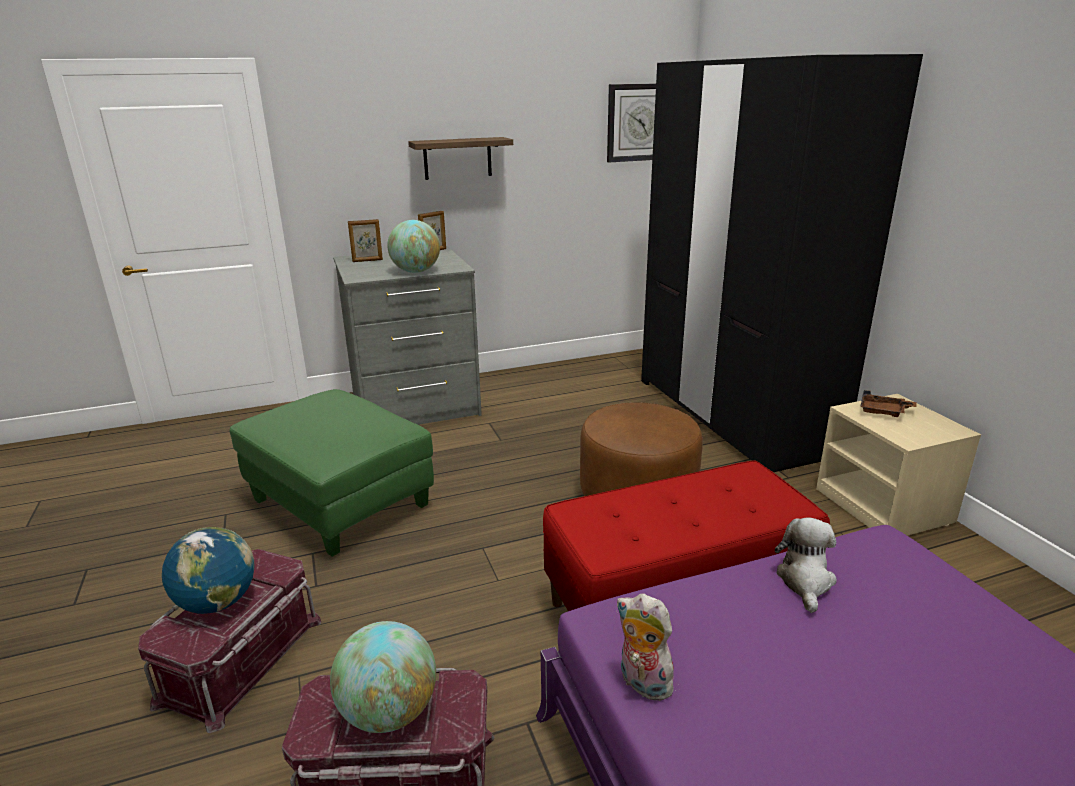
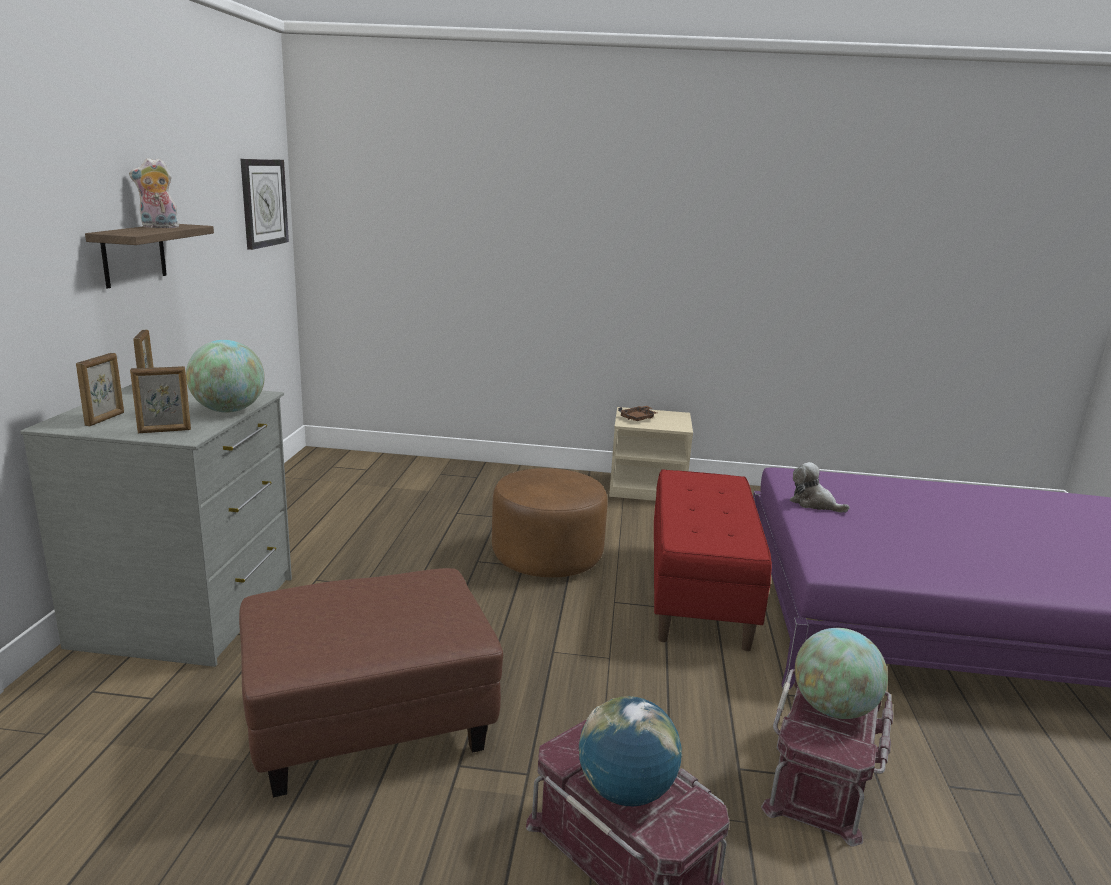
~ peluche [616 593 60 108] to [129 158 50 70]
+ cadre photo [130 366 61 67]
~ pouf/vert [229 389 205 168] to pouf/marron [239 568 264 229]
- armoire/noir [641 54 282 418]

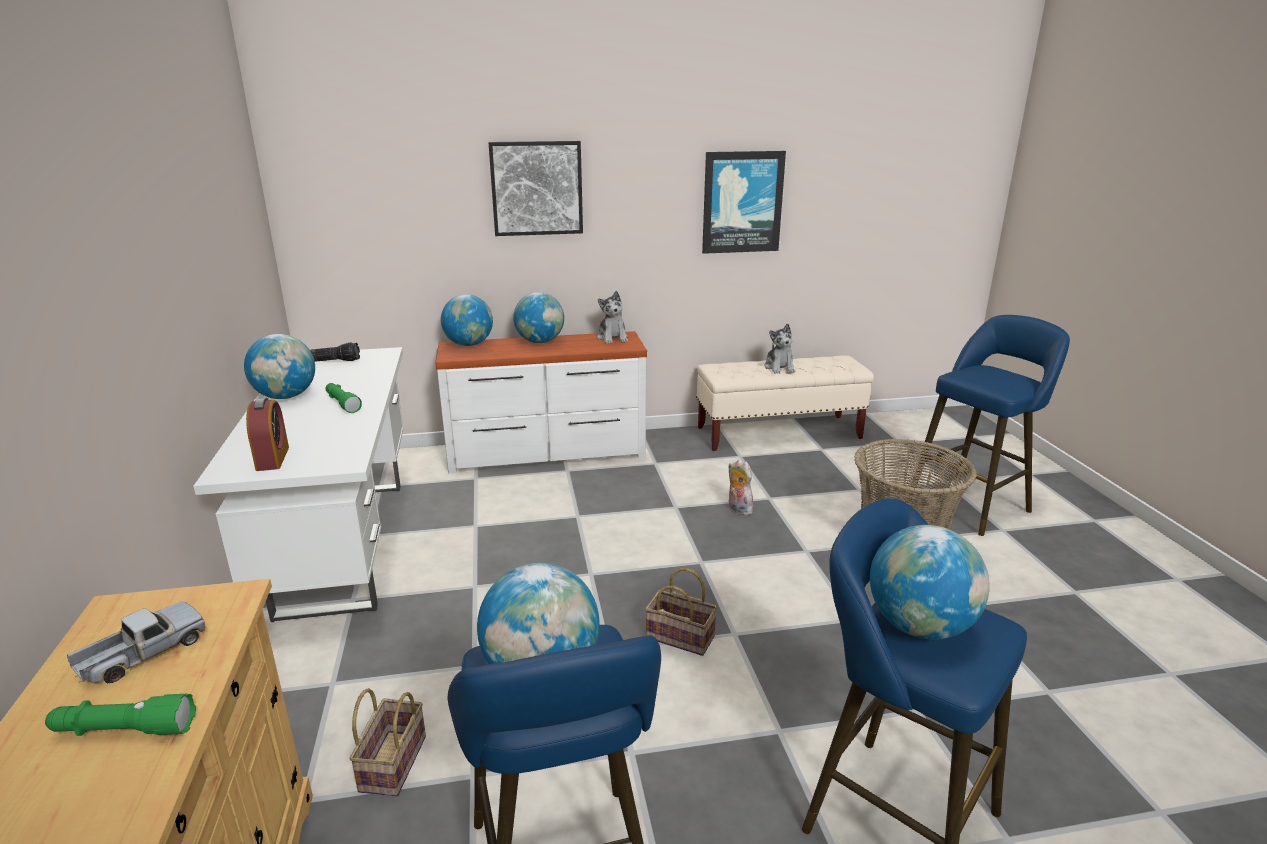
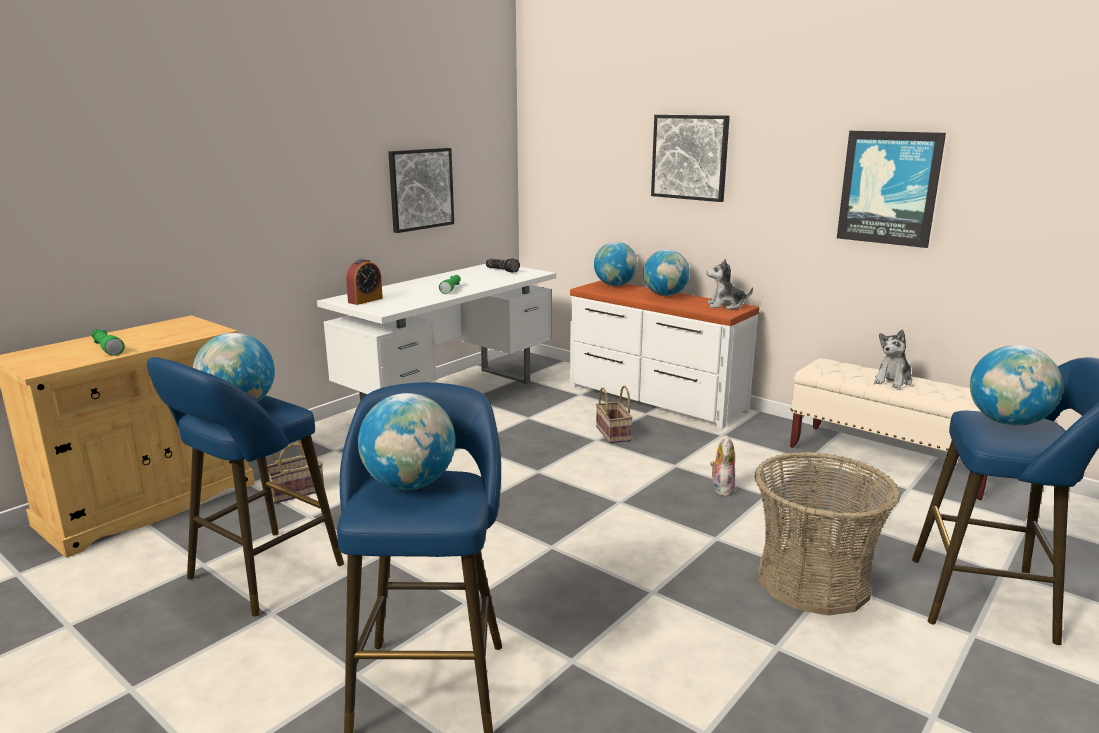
+ tableau [388 148 66 85]
~ panier [645 568 72 88] to [596 386 37 57]
~ peluche [597 291 31 53] = [707 259 46 50] 60 degrees clockwise
~ globe [244 334 71 65] to [970 345 93 81]
- camion jouet [67 601 139 82]

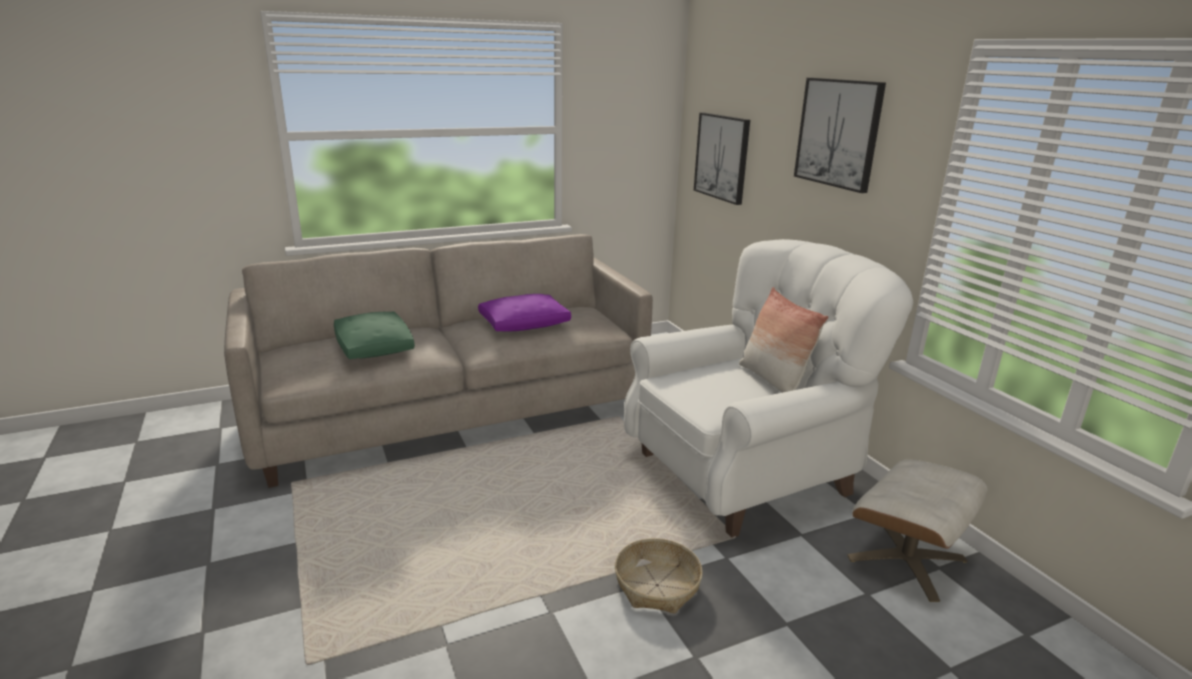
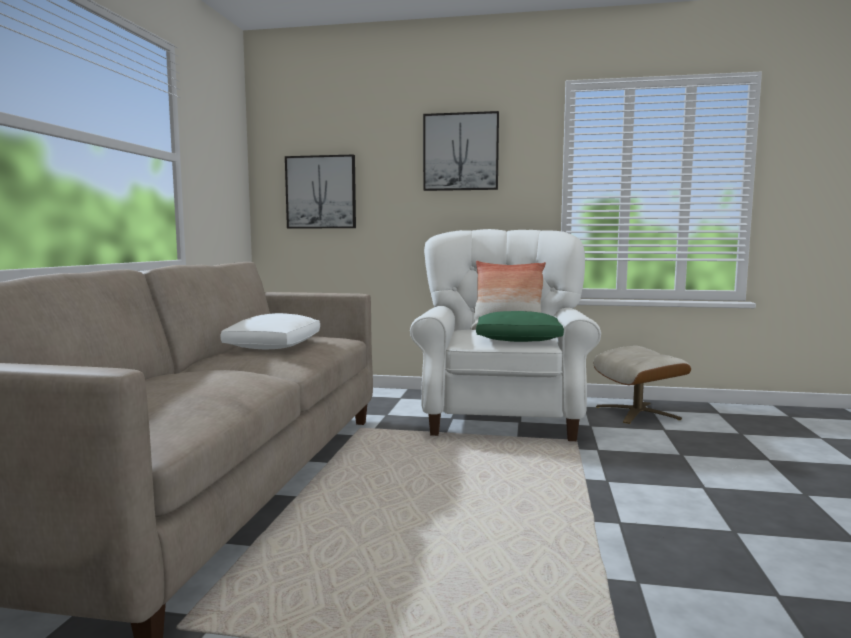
~ coussin/violet [478 294 93 38] to coussin/blanc [220 313 100 36]
~ coussin/vert [334 312 81 47] to [476 311 88 31]
- panier [615 538 88 76]

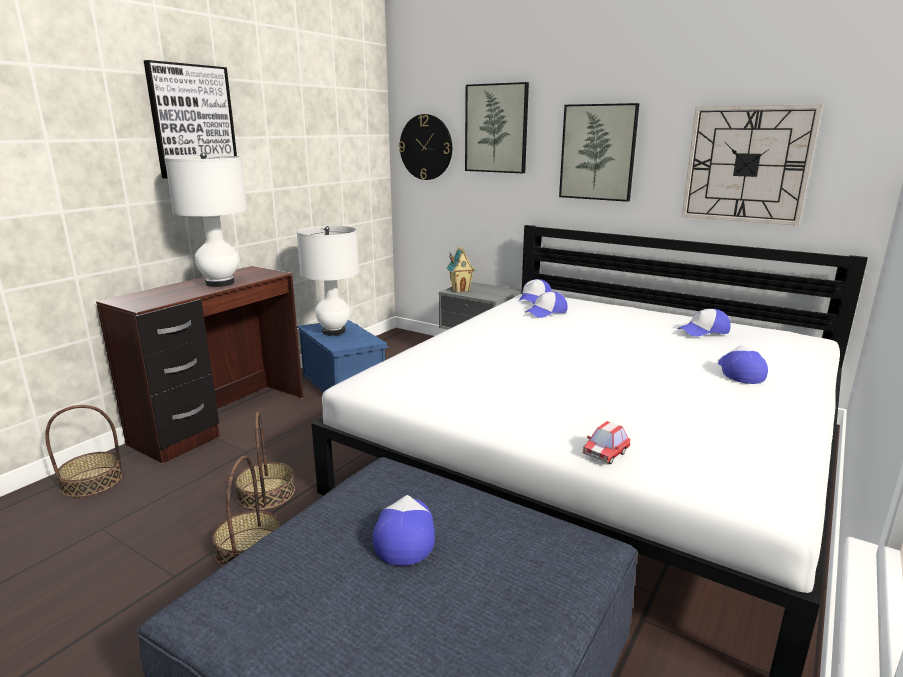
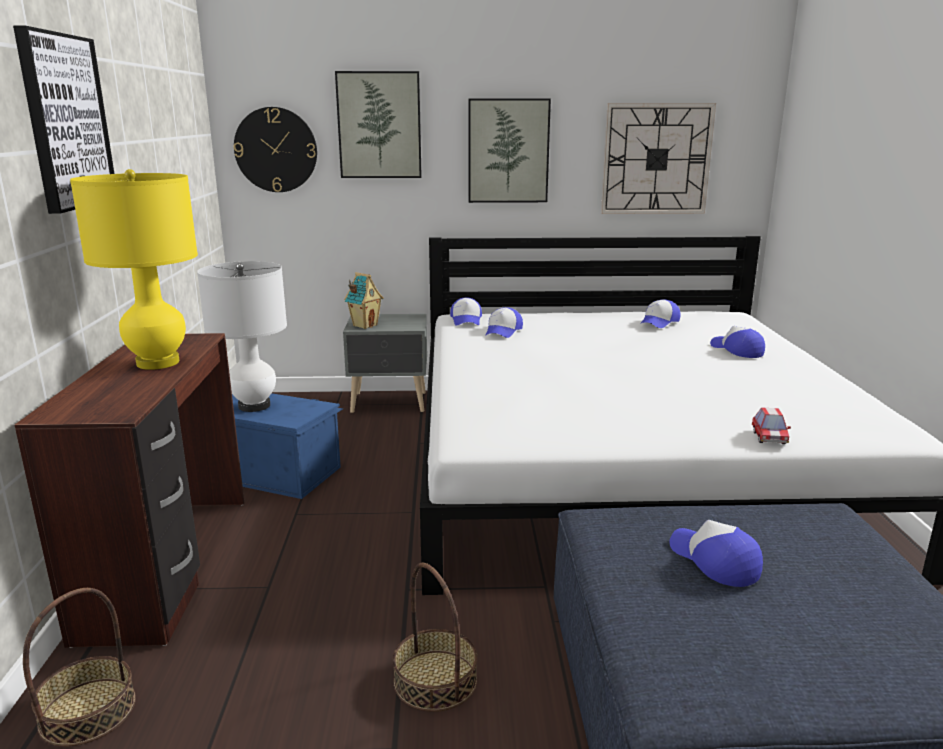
~ lampe de table/blanc [165 152 82 135] to lampe de table/jaune [70 169 128 201]
- panier [235 412 60 98]

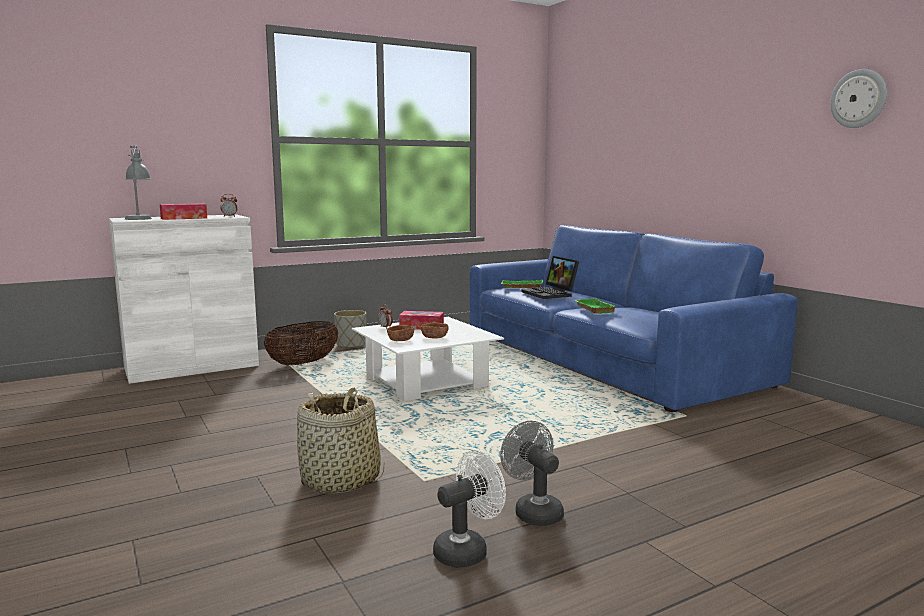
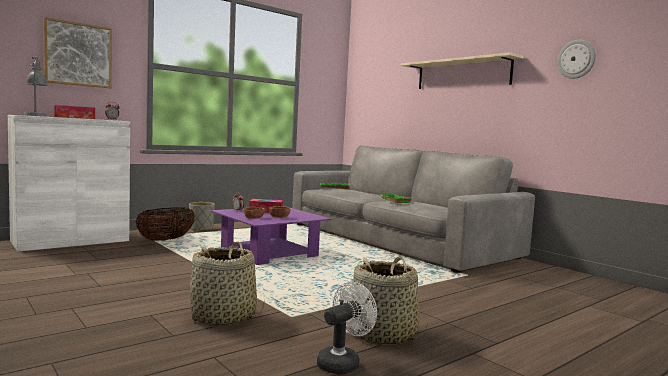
+ tableau [43 17 69 71]
~ table basse/blanc [352 317 152 84] to table basse/violet [211 206 121 59]
~ canapé/bleu [469 225 329 187] to canapé/gris [292 146 243 127]
~ ventilateur/gris [500 421 64 105] to panier [351 256 77 90]
+ étagère/beige [401 52 123 37]
- ordinateur portable [522 256 57 43]

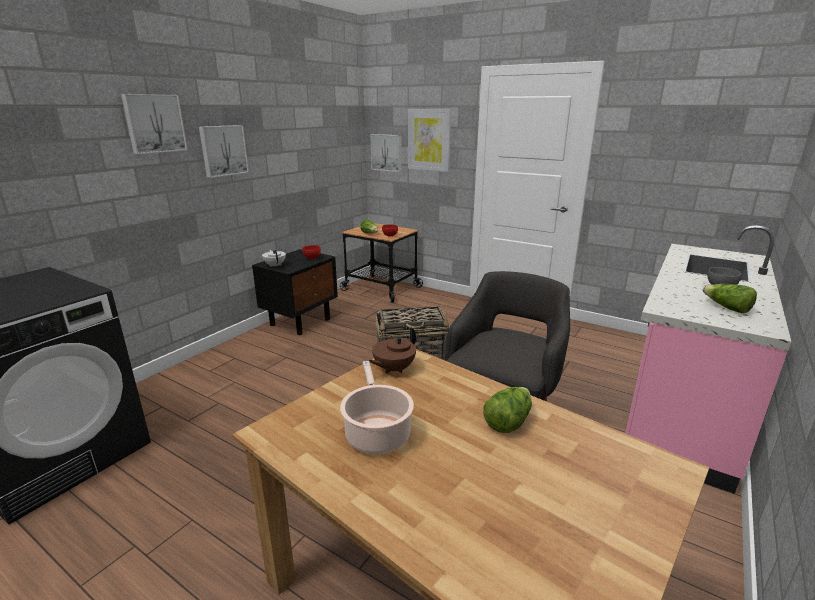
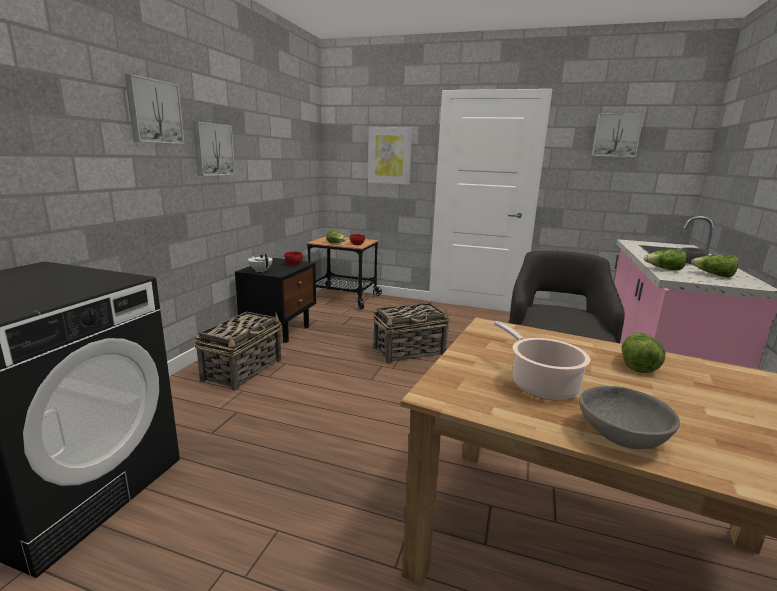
+ panier [194 312 87 79]
+ bol/gris [579 386 101 63]
~ tableau [370 134 32 38] to [592 114 52 43]
+ laitue [644 249 43 22]
- théière/marron [369 327 47 47]

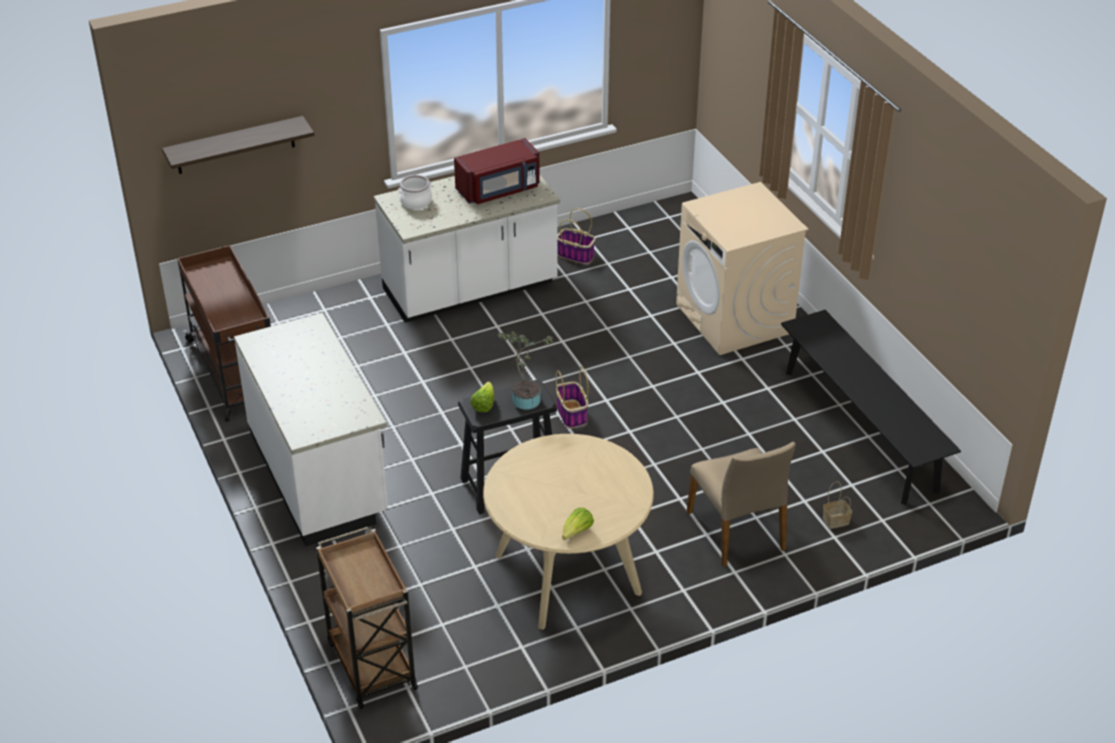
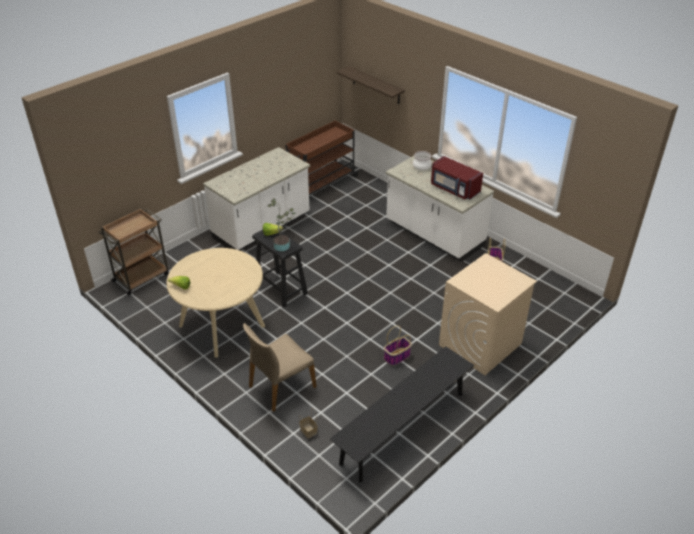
~ panier [556 366 33 63] to [384 326 28 40]

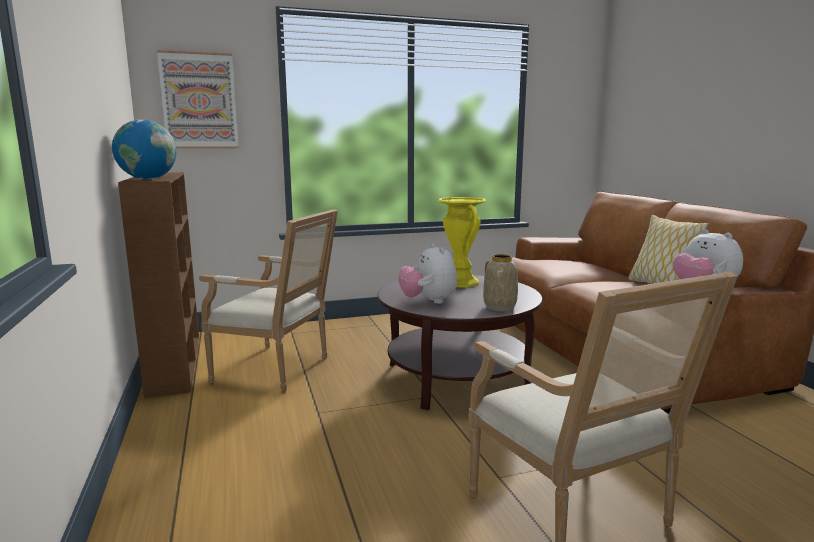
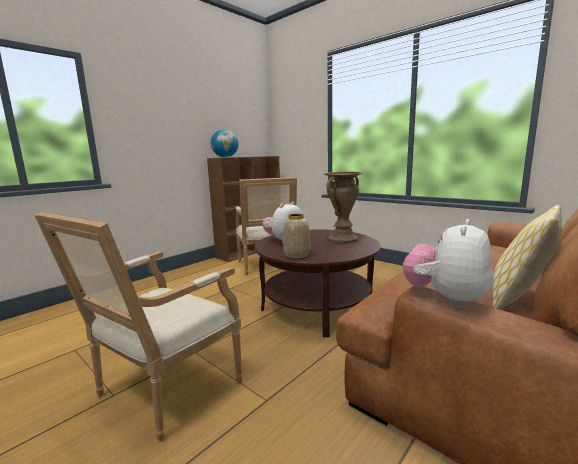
~ vase/jaune [438 197 48 91] to vase/marron [324 172 39 71]
- tableau [157 50 82 99]

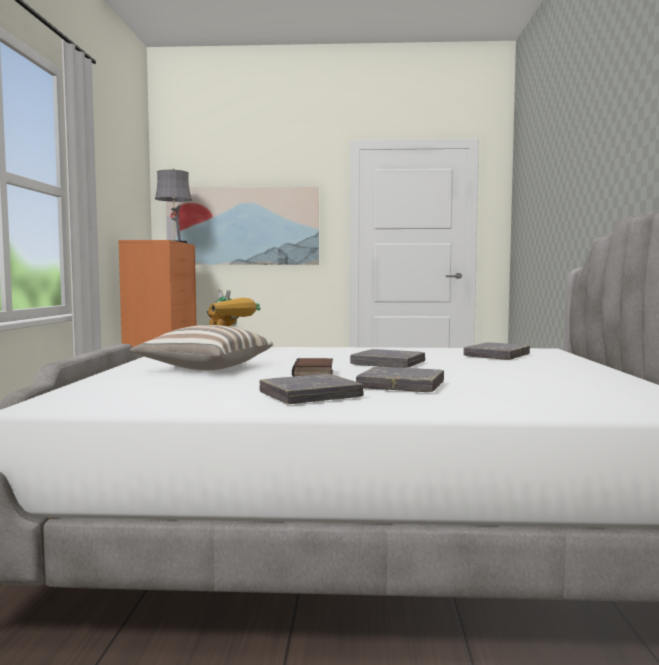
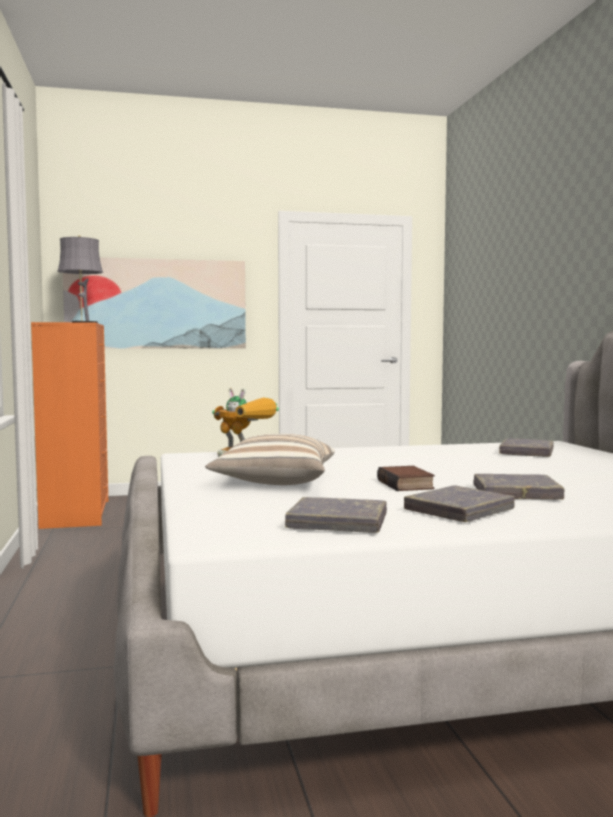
~ livre/gris [350 349 75 19] to [285 497 102 36]

